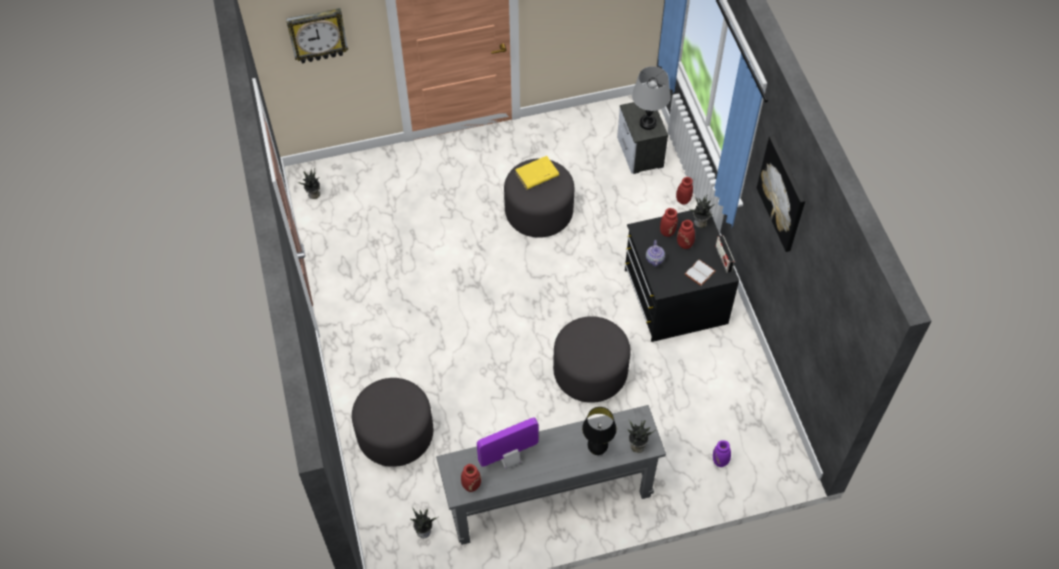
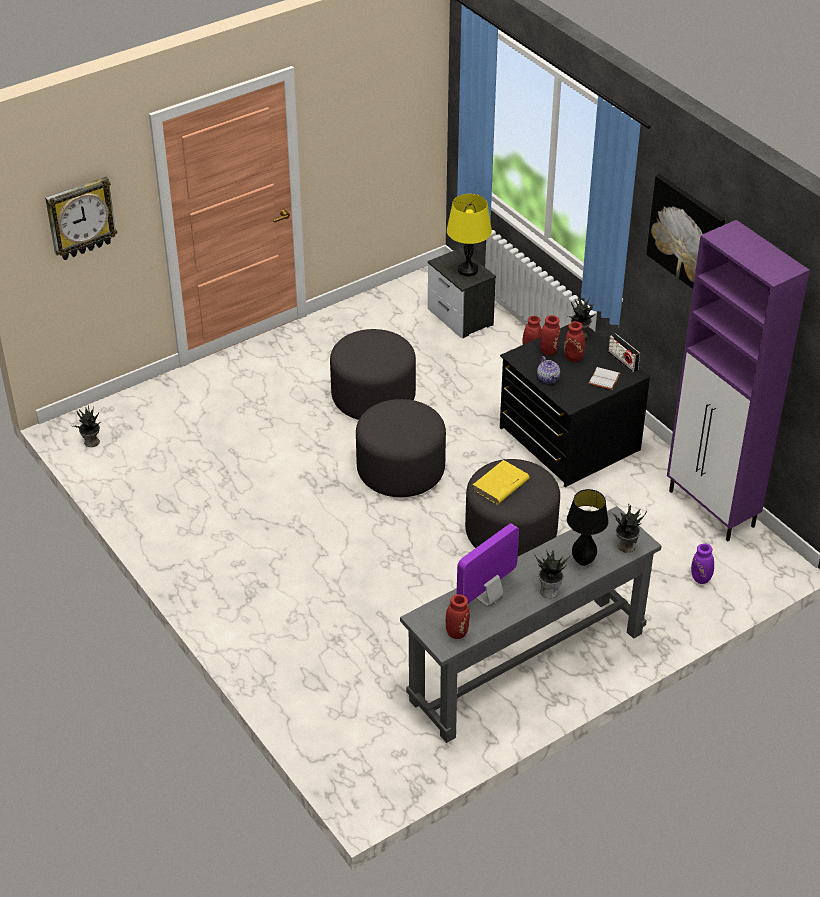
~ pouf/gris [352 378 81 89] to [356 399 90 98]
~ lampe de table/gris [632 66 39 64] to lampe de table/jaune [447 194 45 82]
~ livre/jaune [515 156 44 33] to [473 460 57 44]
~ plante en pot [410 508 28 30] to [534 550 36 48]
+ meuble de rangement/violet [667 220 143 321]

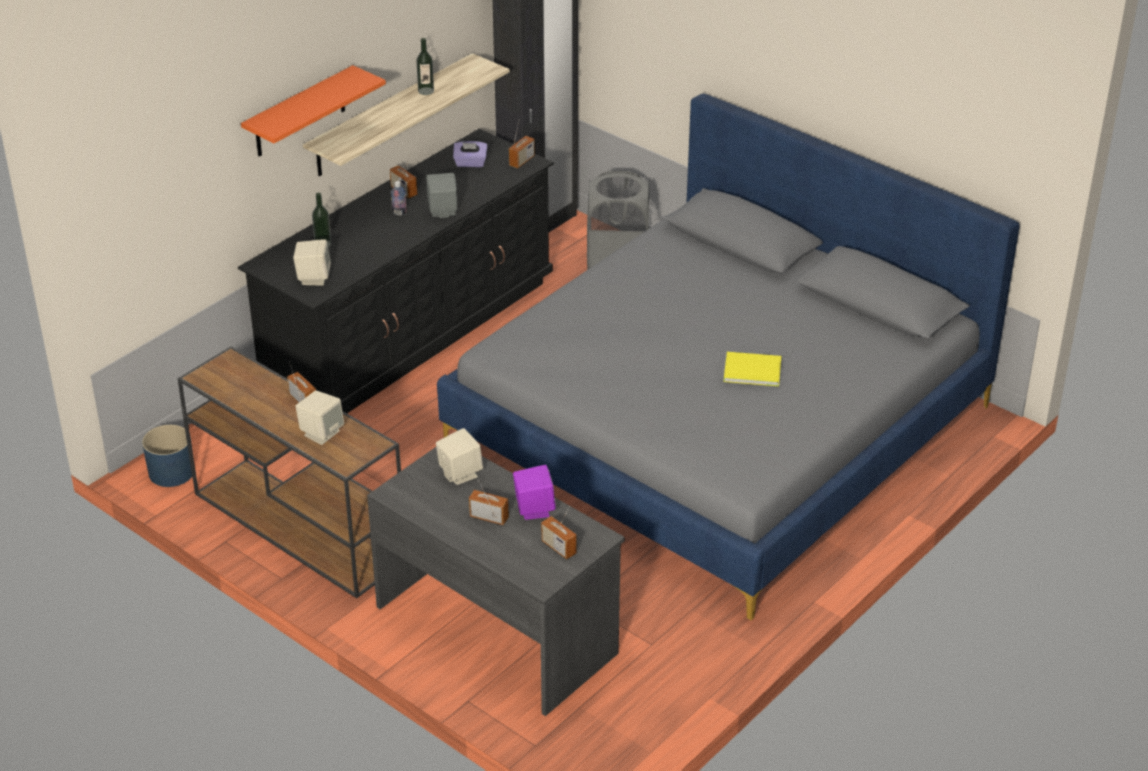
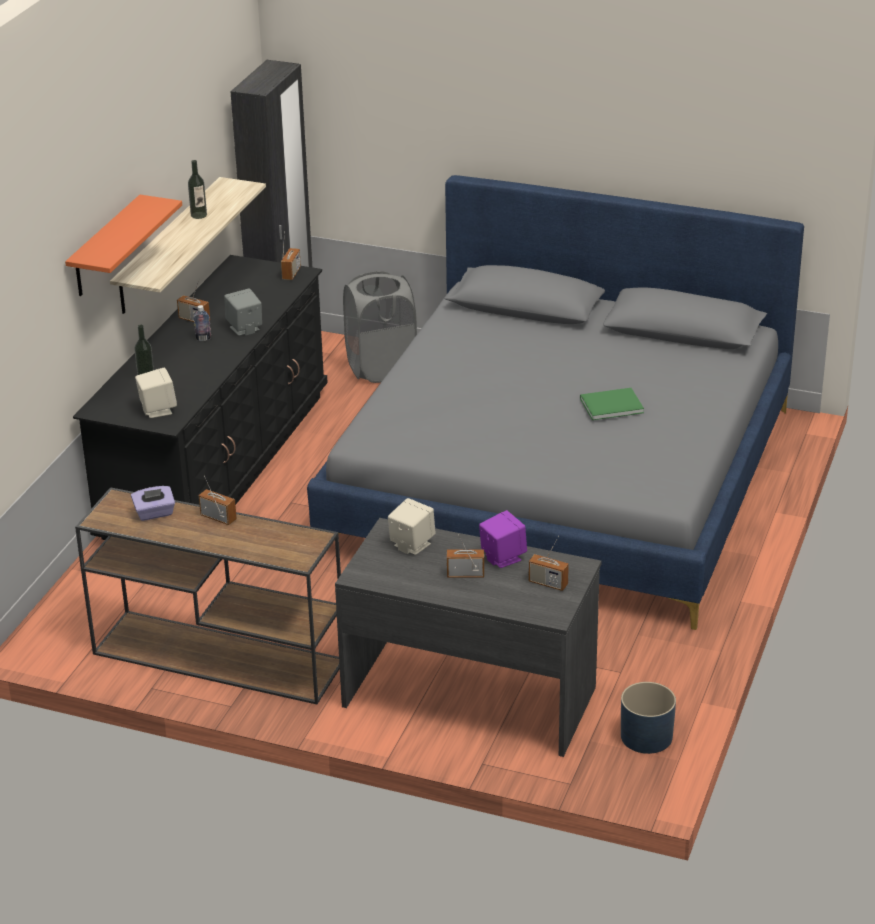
~ boîte à mouchoirs/violet [453 141 34 26] to [131 486 44 35]
~ livre/jaune [724 352 57 34] to livre/vert [580 388 64 32]
~ cache-pot/bleu [142 425 51 62] to [621 682 55 72]
- enceinte/beige [296 390 48 55]

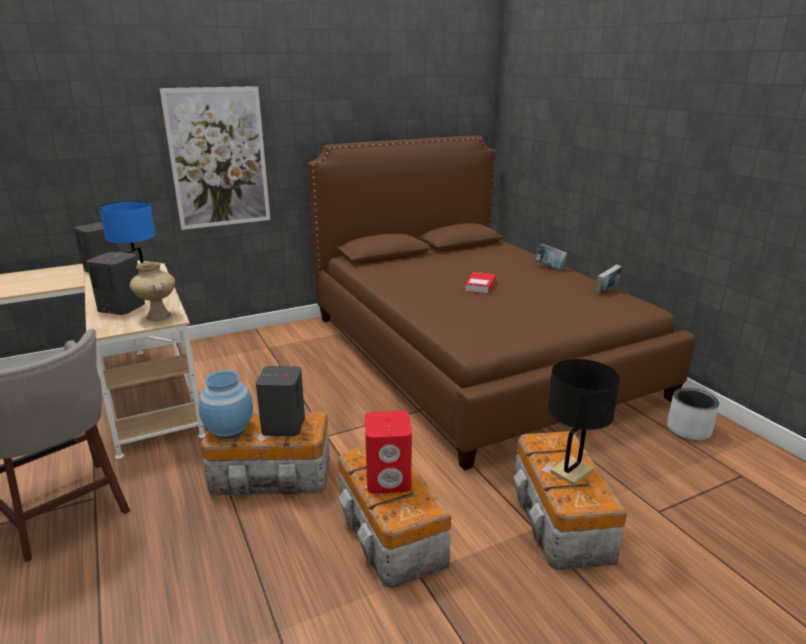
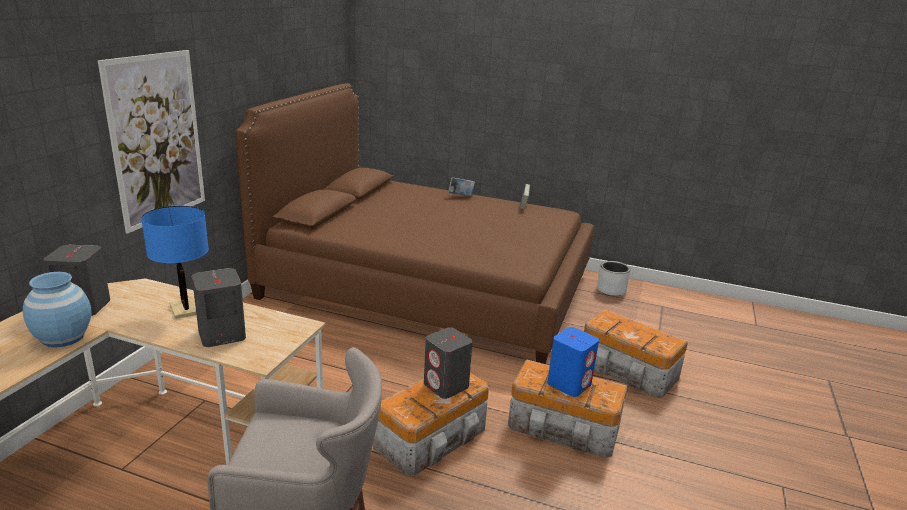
~ vase/bleu [199 370 54 69] to [23 272 68 76]
~ enceinte/rouge [365 411 47 83] to enceinte/bleu [547 327 52 70]
- vase/beige [130 262 45 59]
- livre [465 272 31 22]
- lampe de table/noir [547 359 73 127]

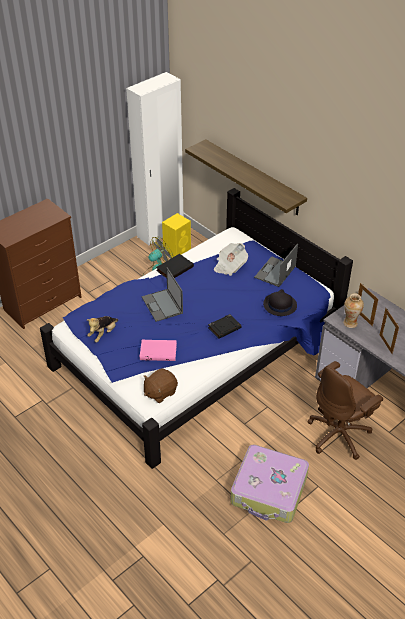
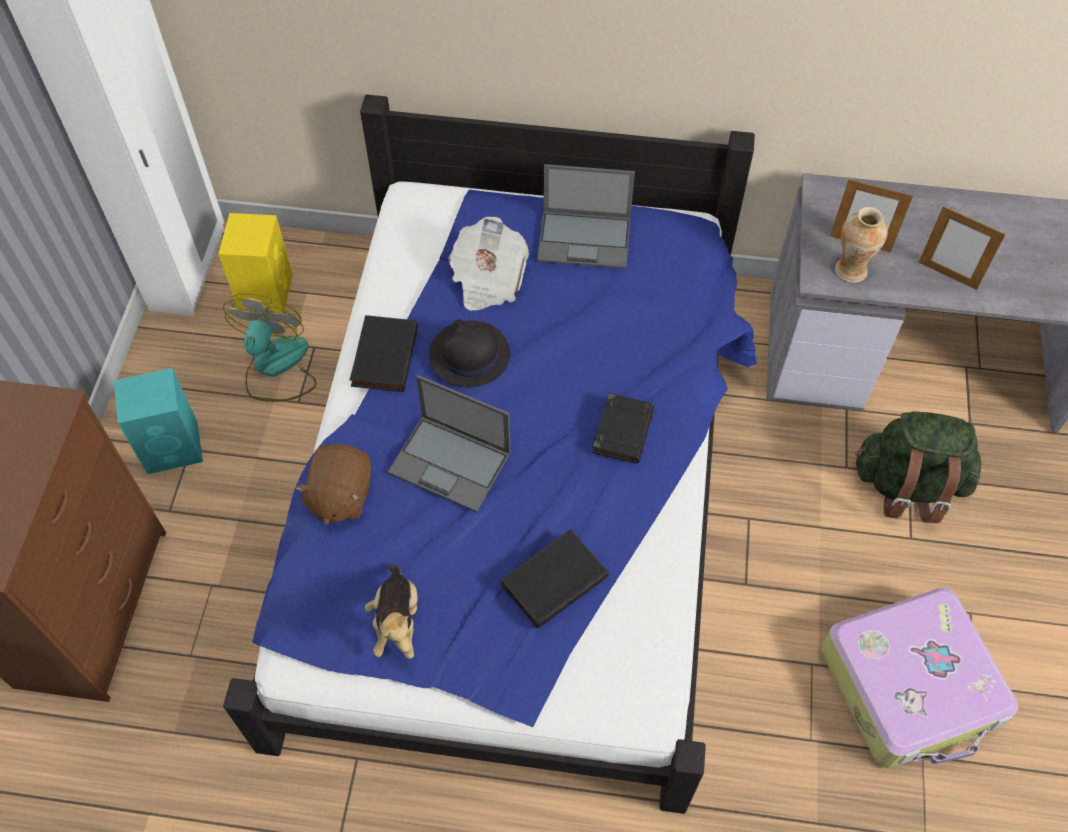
+ enceinte/turquoise [114 368 89 107]
~ peluche/marron [144 368 34 35] to [296 444 75 81]
~ chapeau/noir [263 289 34 27] to [429 319 81 68]
~ livre/rose [140 340 37 21] to livre/noir [501 529 108 100]
~ ordinateur portable [254 244 44 43] = [537 164 98 105] 75 degrees counterclockwise
~ chaise de bureau/marron [308 361 75 99] to sac à dos/vert [855 411 126 112]
- étagère [185 139 122 76]

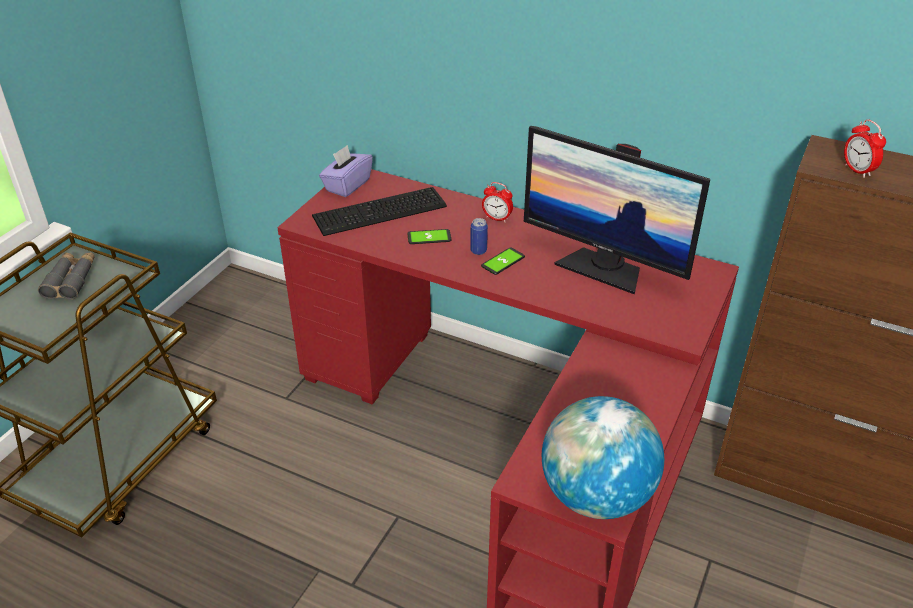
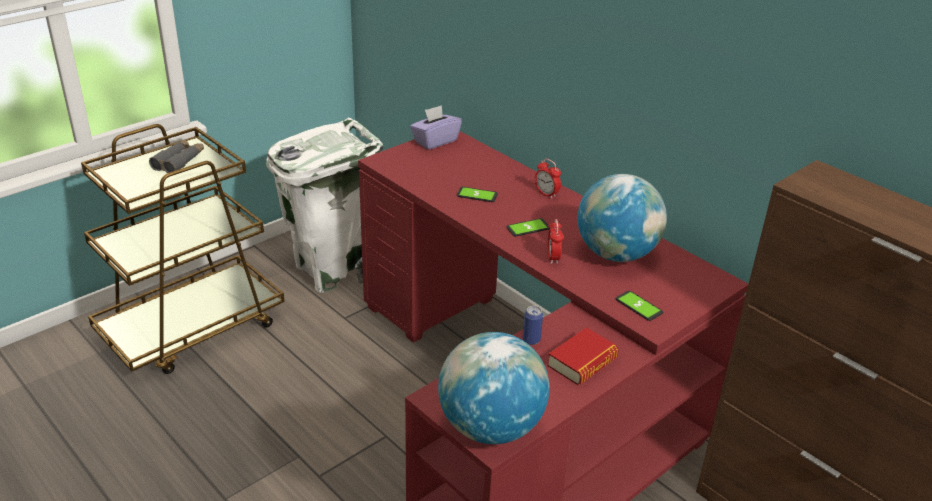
+ poubelle/blanc [266 118 117 175]
~ boîte métallique [470 218 18 37] to [523 306 20 39]
+ livre [547 327 72 58]
~ réveil [844 119 42 59] to [548 219 16 45]
~ écran d'ordinateur [524 126 186 169] to globe [577 174 90 88]
+ téléphone [616 291 47 30]
- clavier [312 187 135 49]

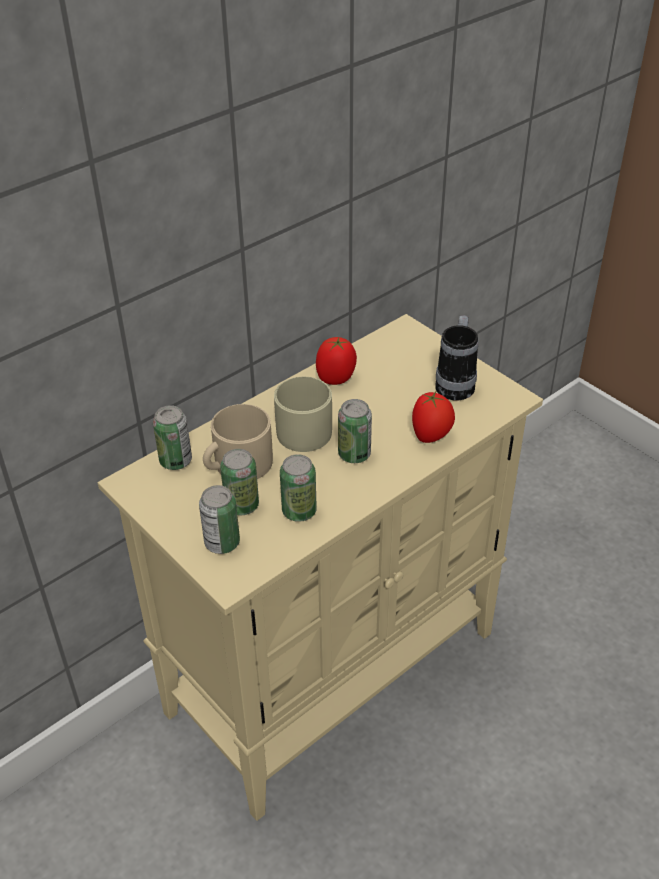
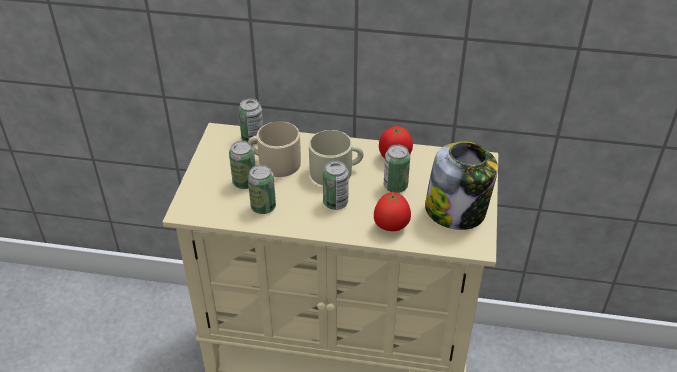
~ boîte métallique [199 485 41 69] to [384 144 26 49]
~ mug [435 315 43 86] to bocal [425 141 73 89]

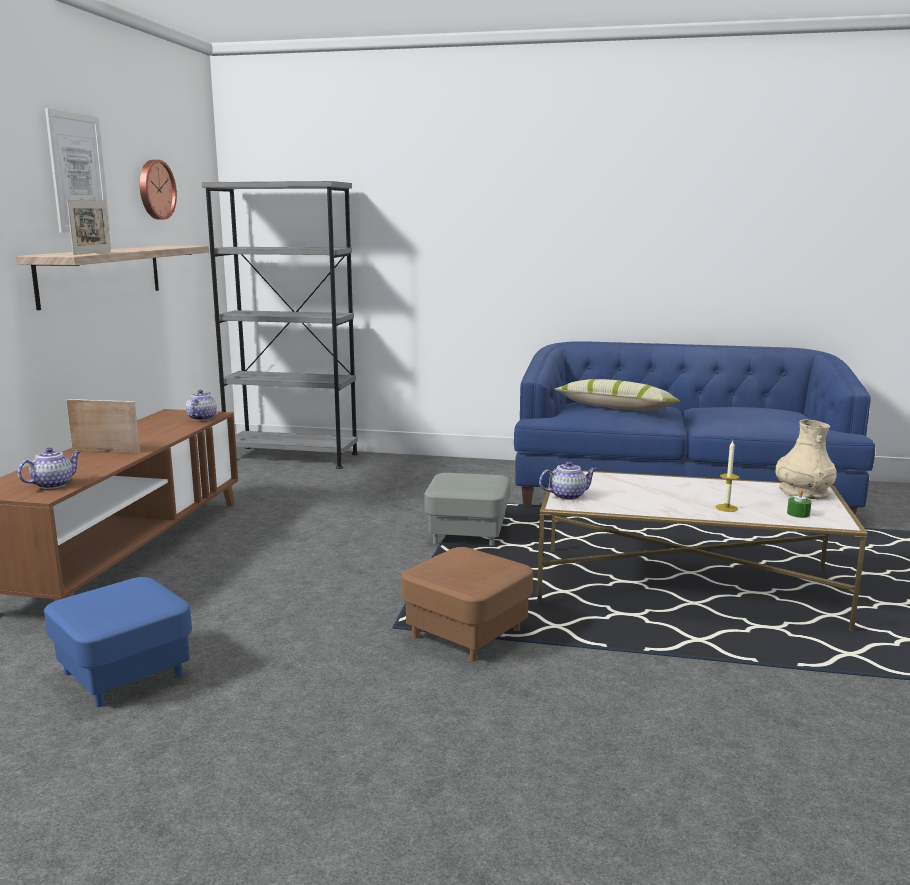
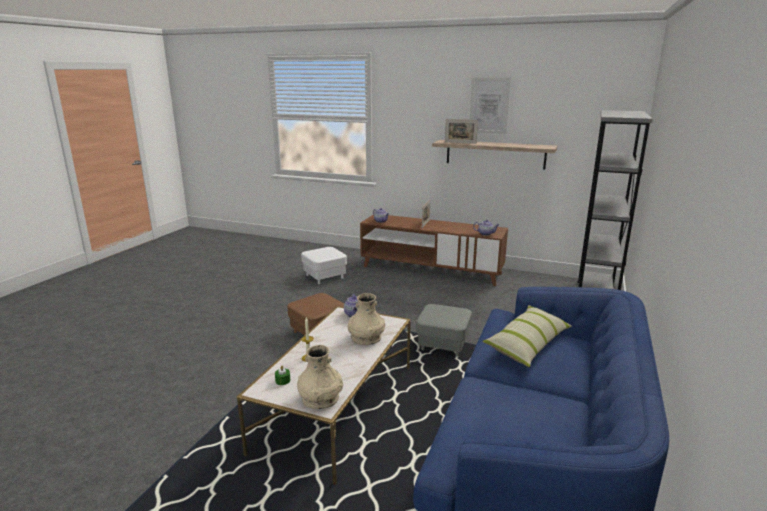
~ pouf/bleu [44 577 148 130] to pouf/blanc [301 247 46 37]
+ vase/beige [348 293 37 52]
- horloge murale [140 160 37 60]

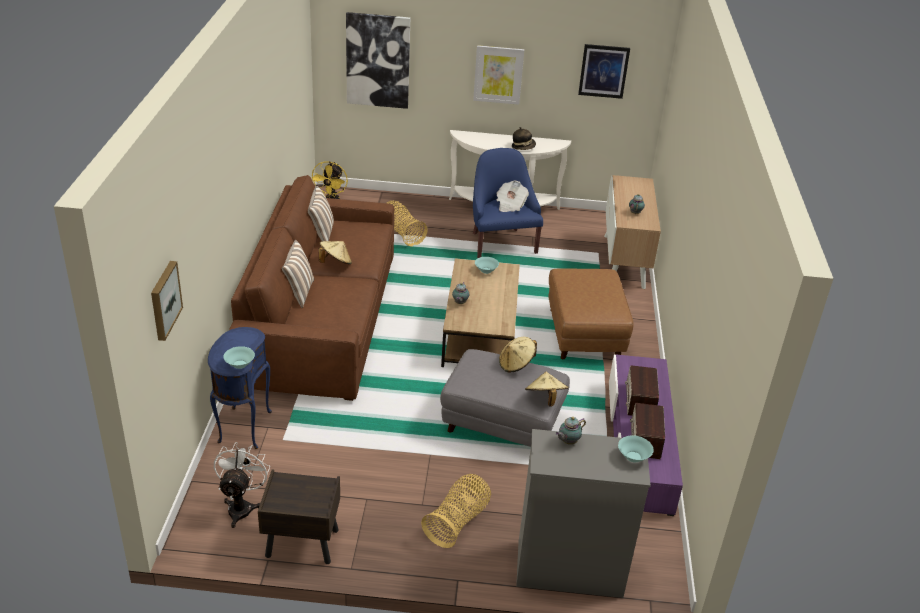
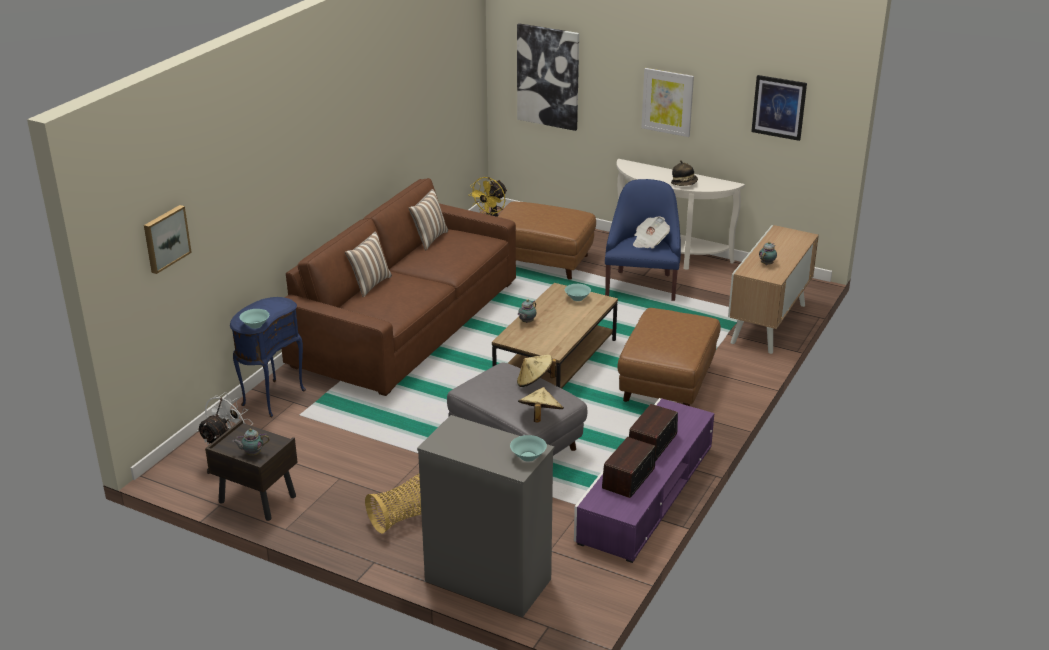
~ théière [555 417 31 28] to [232 429 38 27]
~ panier [387 201 41 45] to pouf/marron [497 202 99 78]
- chapeau/beige [319 241 33 24]

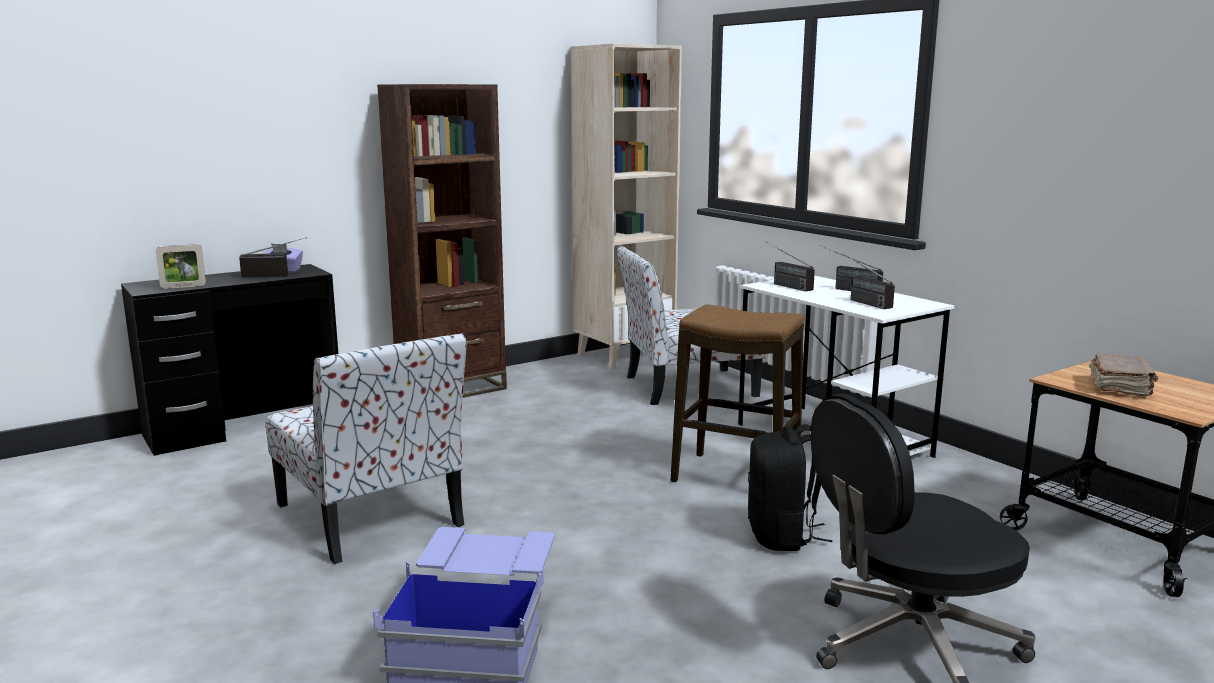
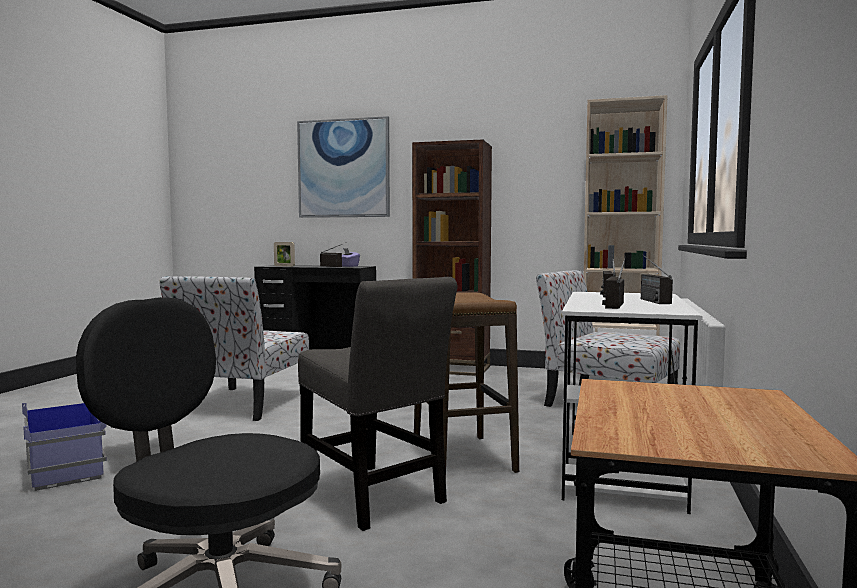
+ tableau [297 116 93 102]
~ sac à dos/noir [748 424 85 127] to chaise/gris [298 277 160 254]
- livre/marron [1090 353 68 43]

